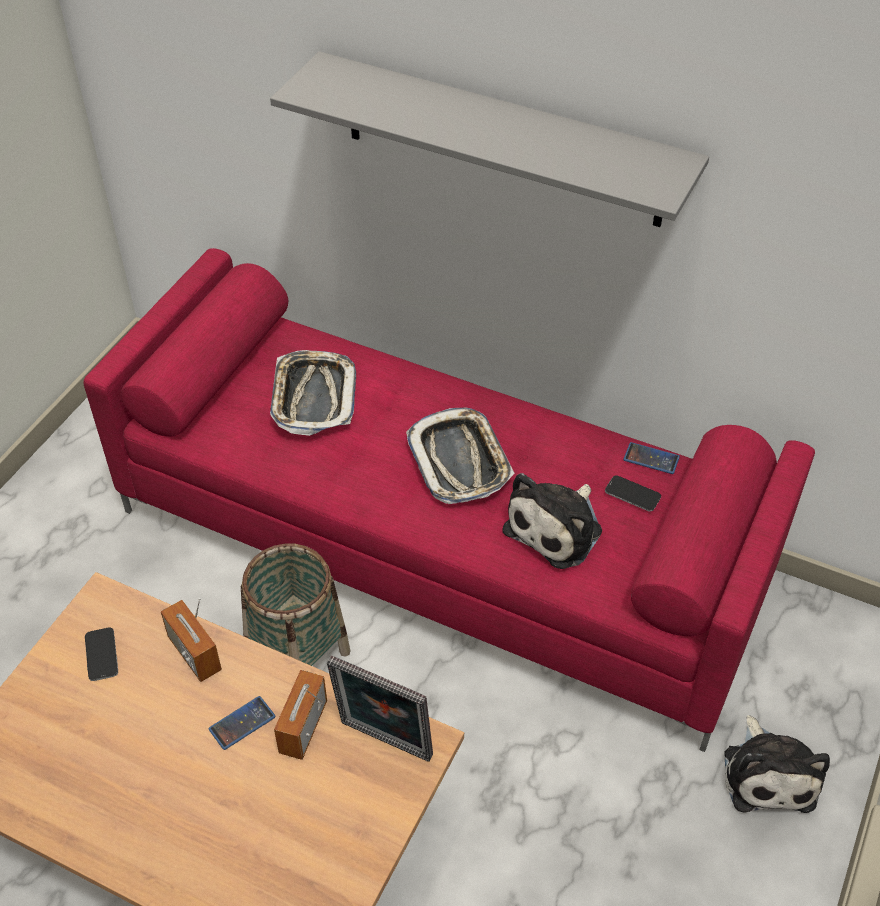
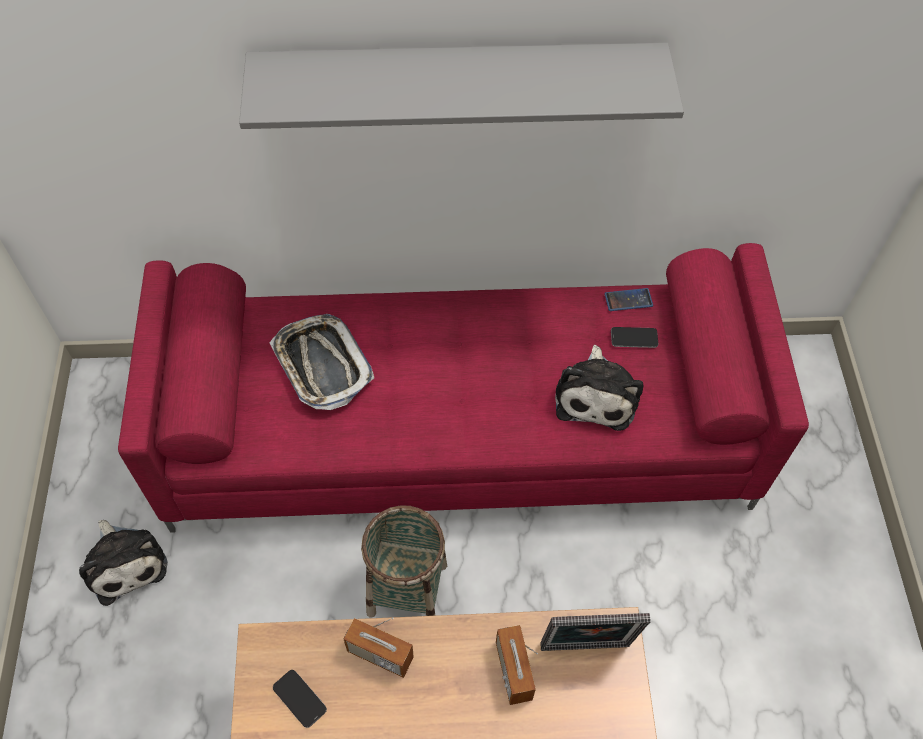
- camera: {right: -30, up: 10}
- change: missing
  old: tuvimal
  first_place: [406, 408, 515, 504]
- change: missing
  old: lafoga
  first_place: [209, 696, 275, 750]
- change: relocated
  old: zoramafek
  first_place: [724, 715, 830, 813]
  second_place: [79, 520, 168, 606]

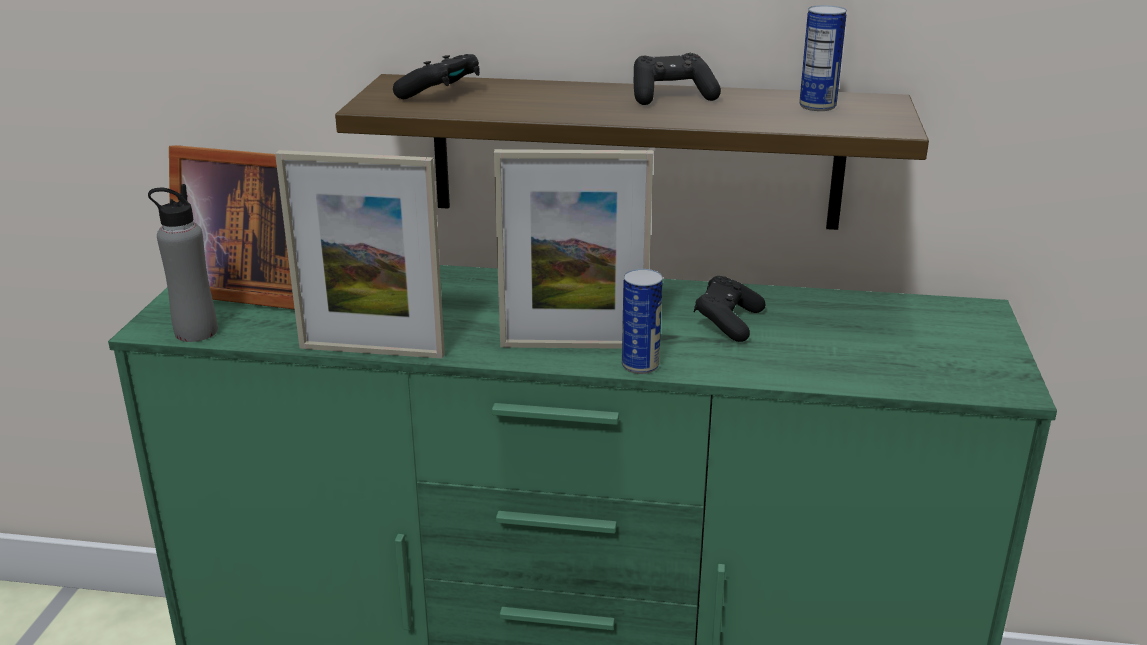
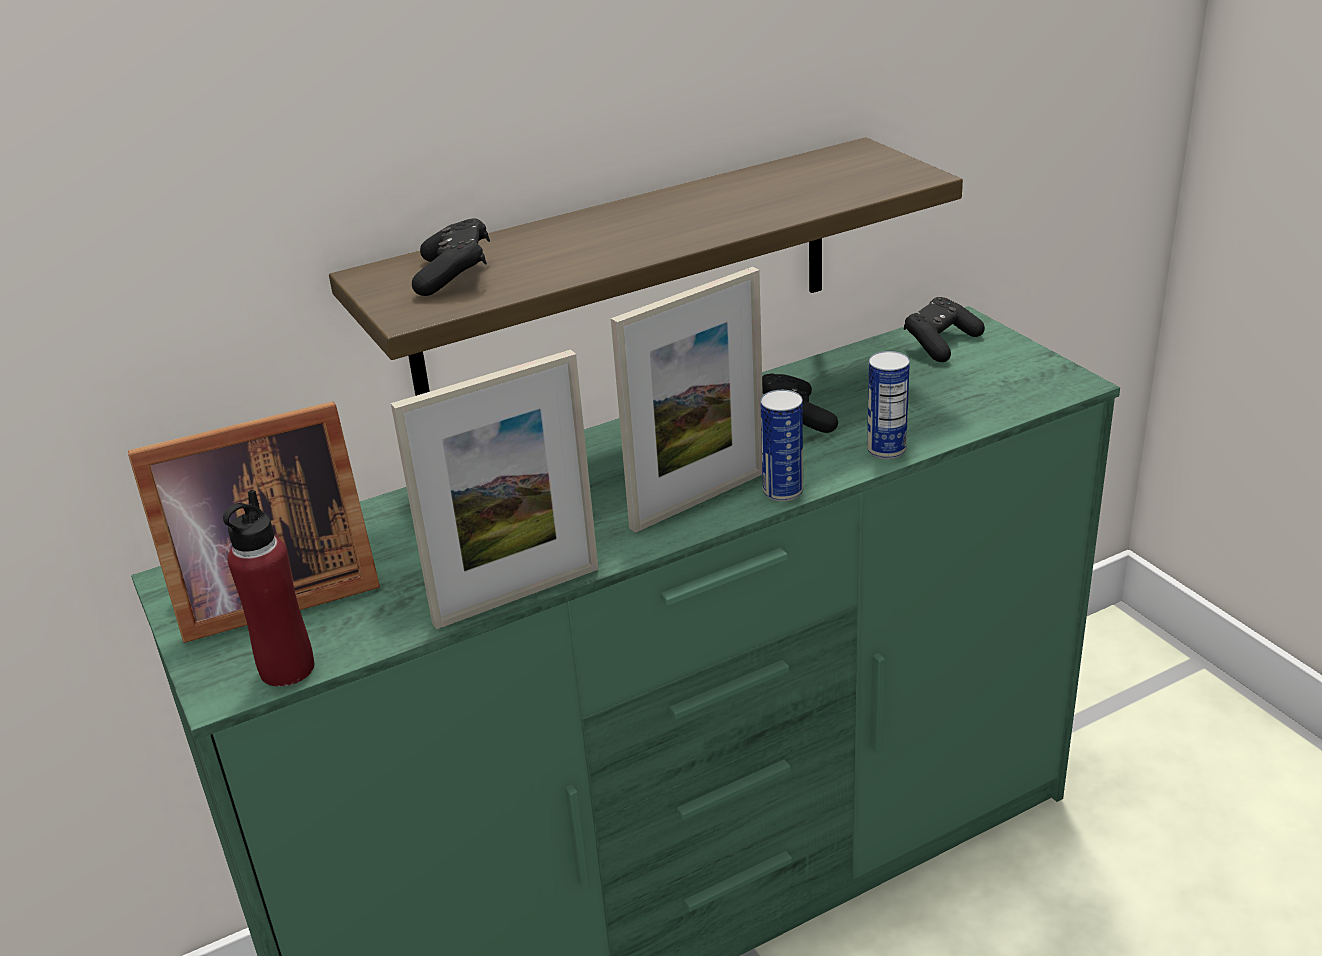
- camera: {right: -35, up: 5}
- change: relocated
  old: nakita
  first_place: [799, 5, 847, 111]
  second_place: [867, 351, 910, 459]
- change: relocated
  old: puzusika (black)
  first_place: [634, 53, 721, 105]
  second_place: [904, 297, 985, 362]
- change: colour
  old: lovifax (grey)
  new: lovifax (red)
  first_place: [148, 184, 218, 342]
  second_place: [223, 490, 314, 687]

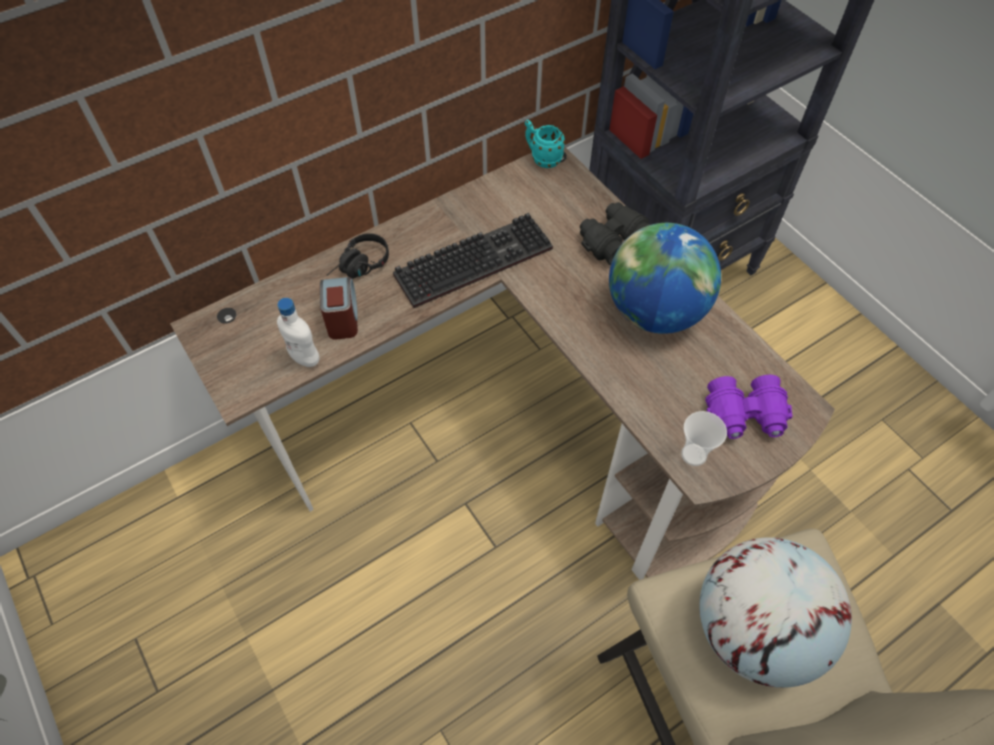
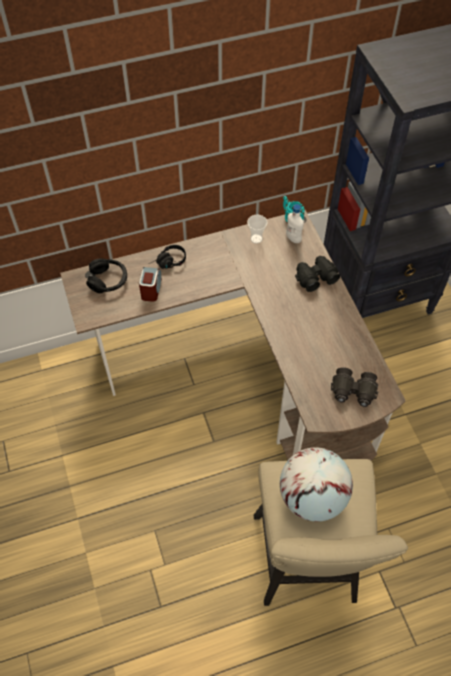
- camera: {right: 15, up: 0}
- change: missing
  old: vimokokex
  first_place: [393, 213, 553, 308]
- change: missing
  old: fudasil
  first_place: [609, 223, 721, 334]
- change: relocated
  old: lovifax (white)
  first_place: [277, 298, 319, 367]
  second_place: [286, 204, 304, 243]
- change: colour
  old: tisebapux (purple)
  new: tisebapux (black)
  first_place: [705, 375, 793, 439]
  second_place: [331, 367, 378, 407]
- change: relocated
  old: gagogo
  first_place: [681, 411, 727, 466]
  second_place: [247, 215, 268, 244]
- change: appeared
  new: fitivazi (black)
  second_place: [86, 258, 127, 293]

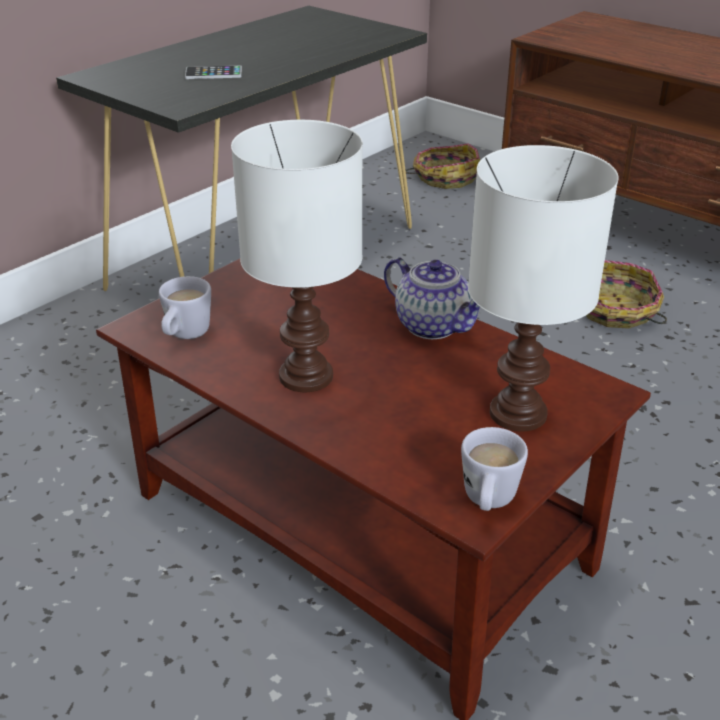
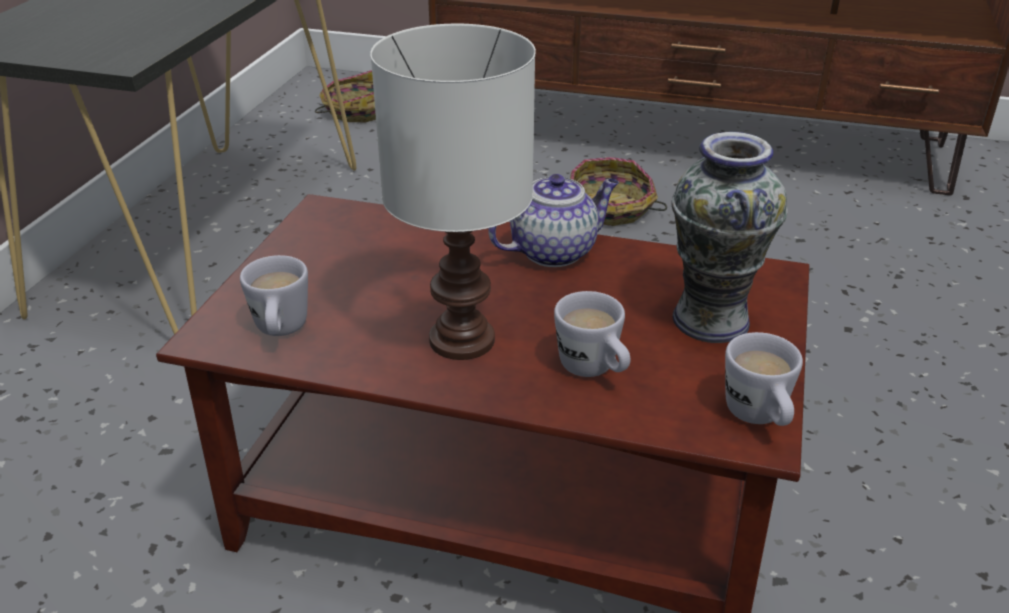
- camera: {right: -25, up: 0}
- change: missing
  old: lafoga
  first_place: [185, 65, 242, 79]
- change: exchanged
  old: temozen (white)
  new: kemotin
  first_place: [468, 145, 619, 431]
  second_place: [671, 132, 788, 343]
- change: spun
  old: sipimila
  first_place: [384, 257, 480, 339]
  second_place: [489, 174, 619, 267]
  degrees: -45
- change: appeared
  new: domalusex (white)
  second_place: [554, 291, 630, 377]

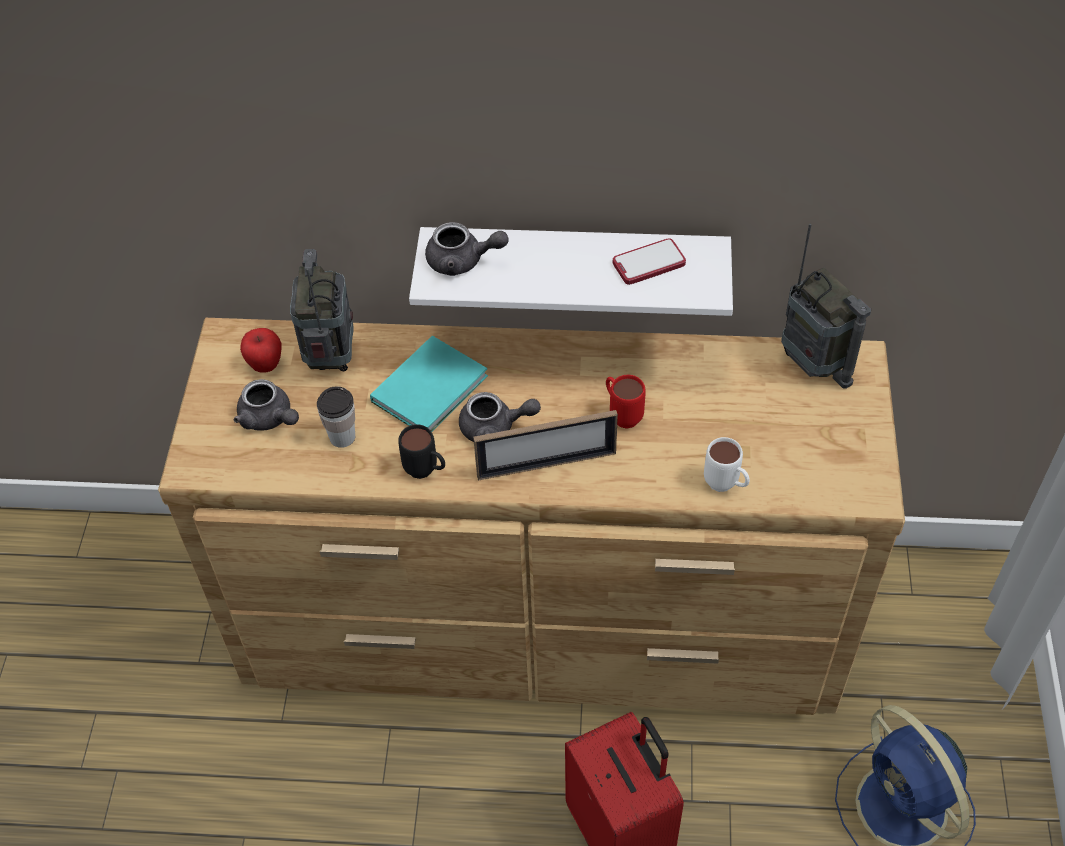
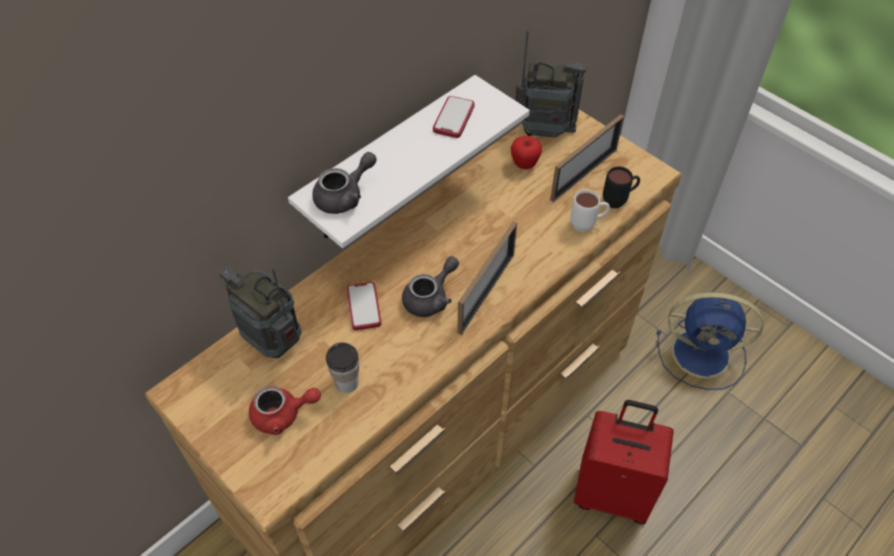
- camera: {right: -50, up: 0}
- change: relocated
  old: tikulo
  first_place: [240, 328, 282, 373]
  second_place: [511, 136, 542, 169]
- change: exchanged
  old: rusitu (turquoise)
  new: lafoga
  first_place: [370, 336, 488, 432]
  second_place: [347, 282, 381, 330]
- change: missing
  old: domalusex (red)
  first_place: [606, 375, 646, 429]
- change: colour
  old: sipimila (grey)
  new: sipimila (red)
  first_place: [234, 379, 299, 431]
  second_place: [249, 386, 321, 435]
- change: relocated
  old: domalusex (black)
  first_place: [398, 424, 445, 479]
  second_place: [603, 166, 640, 208]
- change: appeared
  new: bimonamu
  second_place: [550, 114, 624, 202]

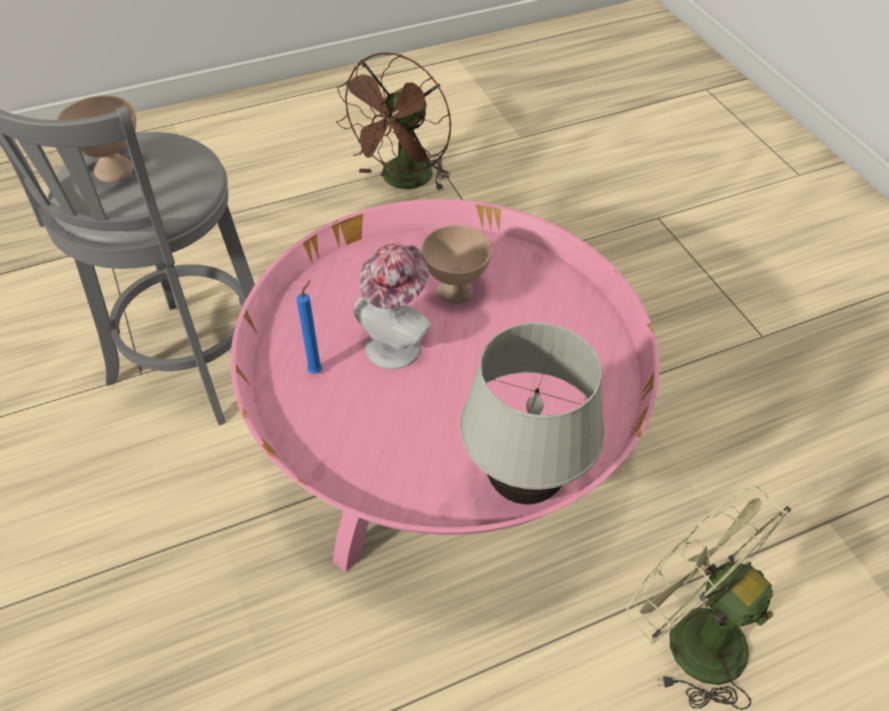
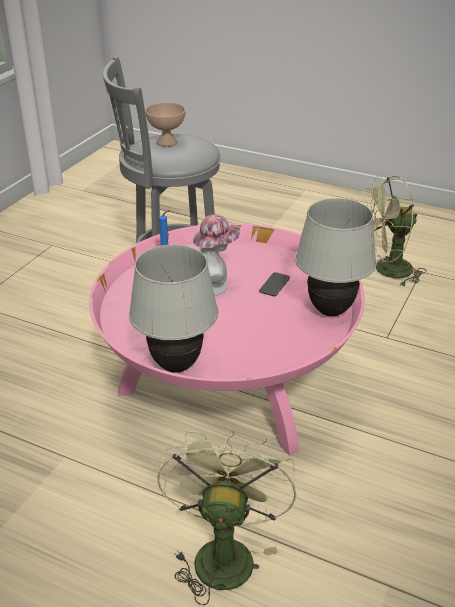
- camera: {right: 50, up: -15}
- change: colour
  old: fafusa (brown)
  new: fafusa (green)
  first_place: [336, 52, 451, 191]
  second_place: [364, 176, 426, 286]
- change: exchanged
  old: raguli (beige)
  new: lafoga
  first_place: [421, 225, 492, 304]
  second_place: [259, 272, 290, 296]
- change: appeared
  new: temozen (white)
  second_place: [295, 198, 377, 316]

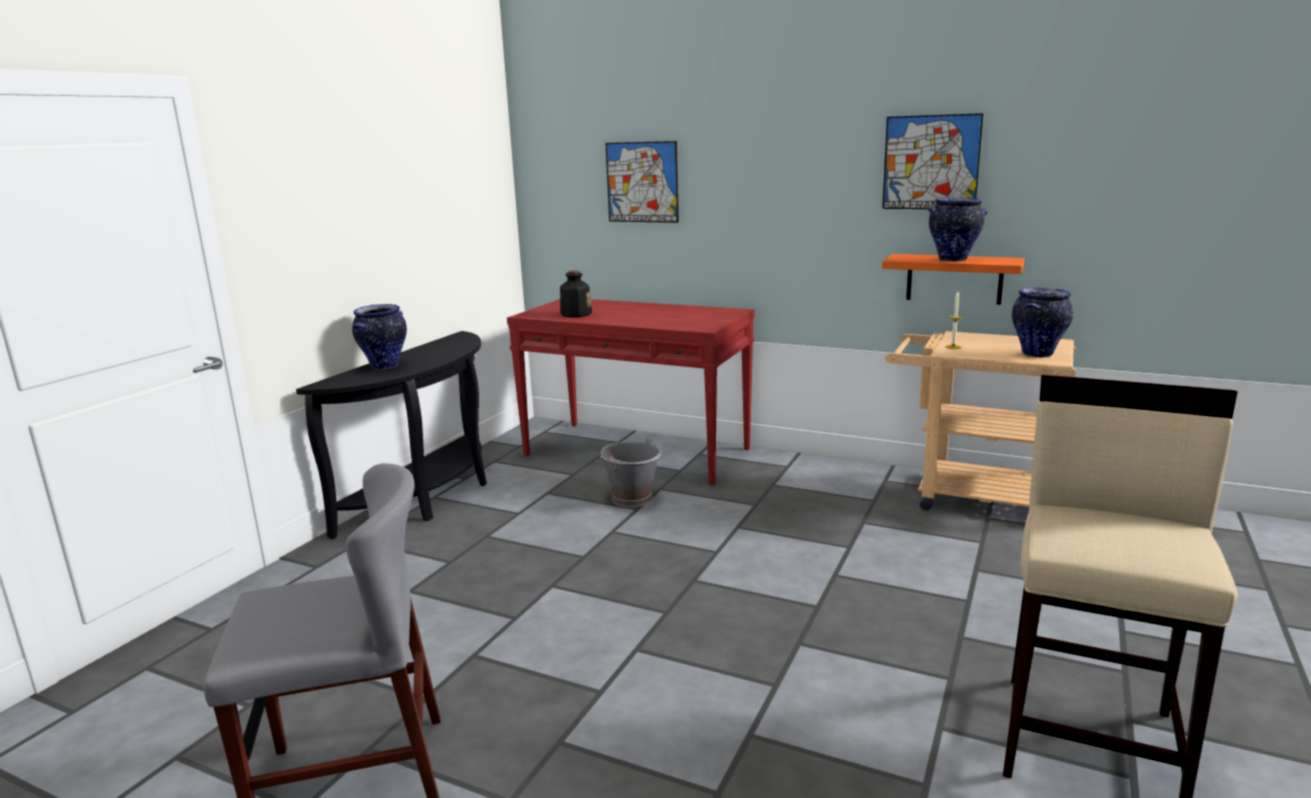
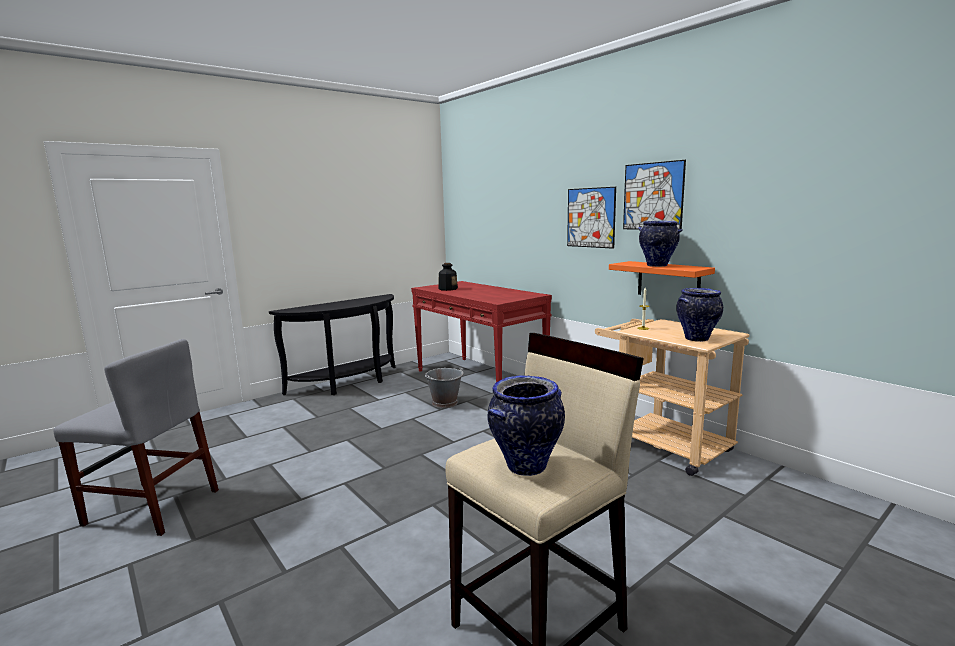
- camera: {right: 25, up: -5}
- change: relocated
  old: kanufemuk
  first_place: [605, 141, 679, 223]
  second_place: [567, 187, 616, 249]
- change: relocated
  old: kemotin
  first_place: [352, 304, 407, 369]
  second_place: [488, 375, 565, 476]

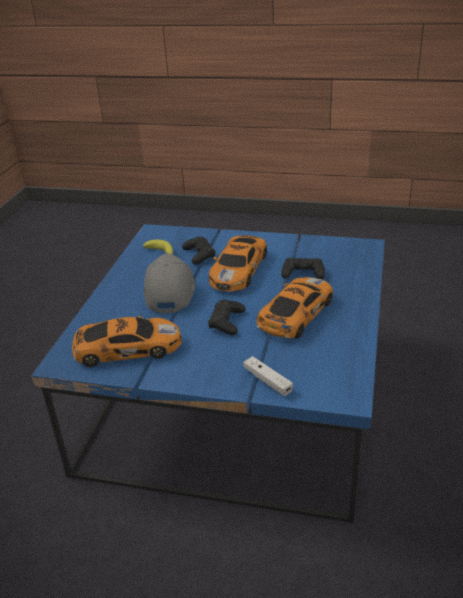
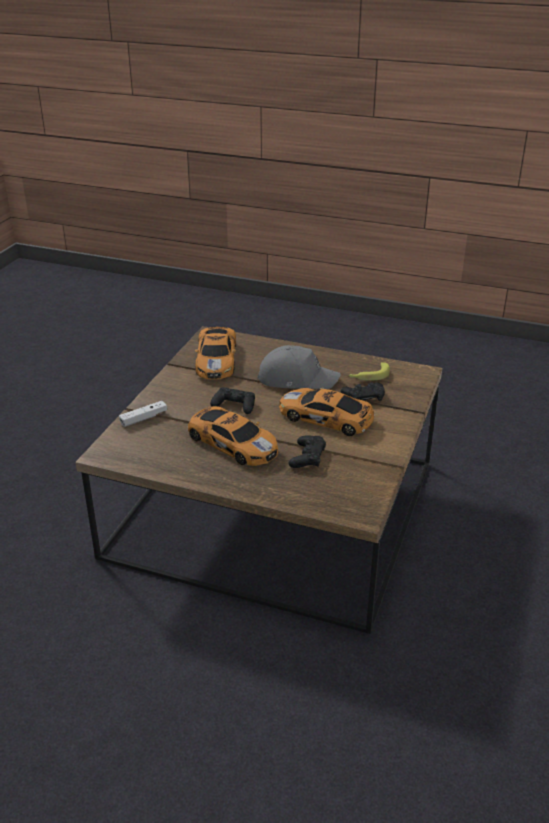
- camera: {right: 95, up: 0}
- change: colour
  old: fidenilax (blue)
  new: fidenilax (brown)
  first_place: [31, 224, 385, 523]
  second_place: [75, 326, 442, 634]

